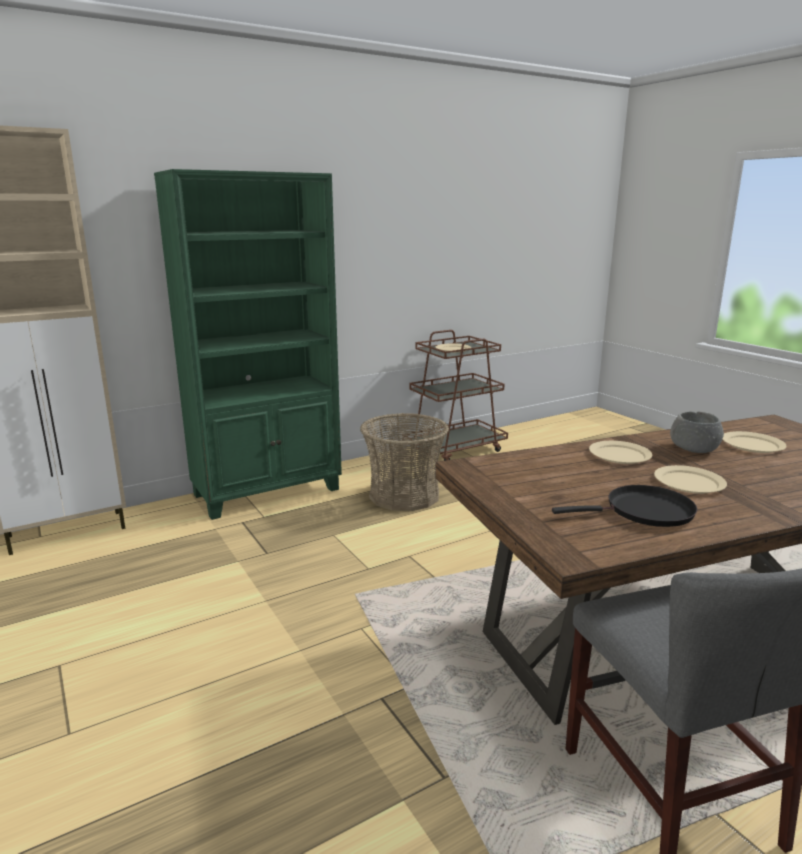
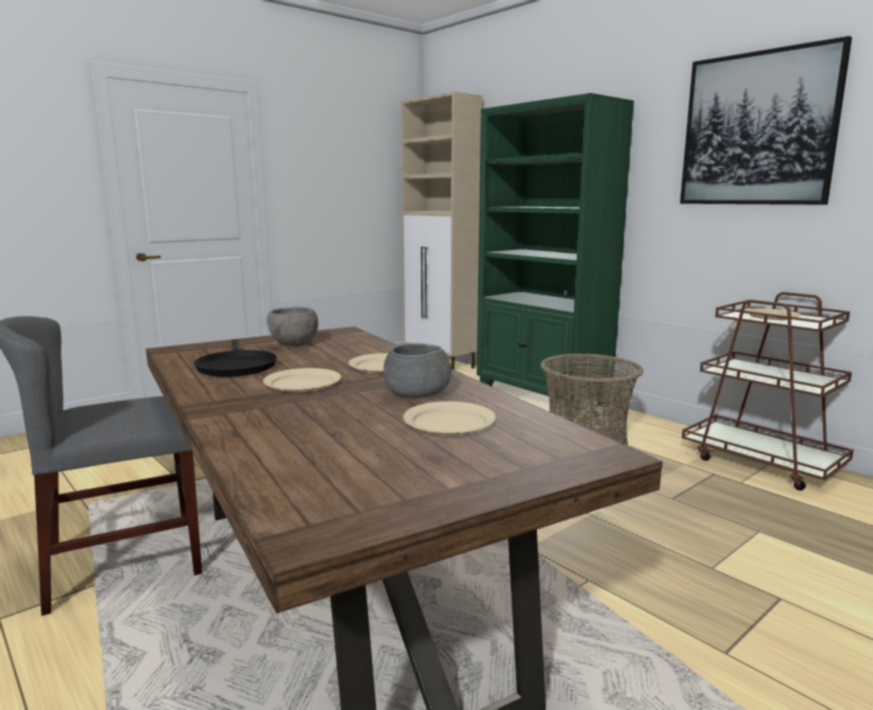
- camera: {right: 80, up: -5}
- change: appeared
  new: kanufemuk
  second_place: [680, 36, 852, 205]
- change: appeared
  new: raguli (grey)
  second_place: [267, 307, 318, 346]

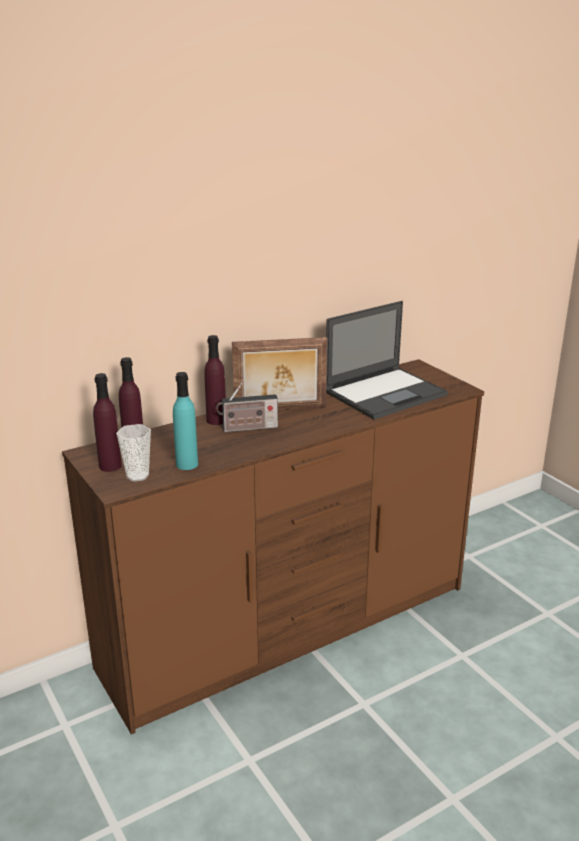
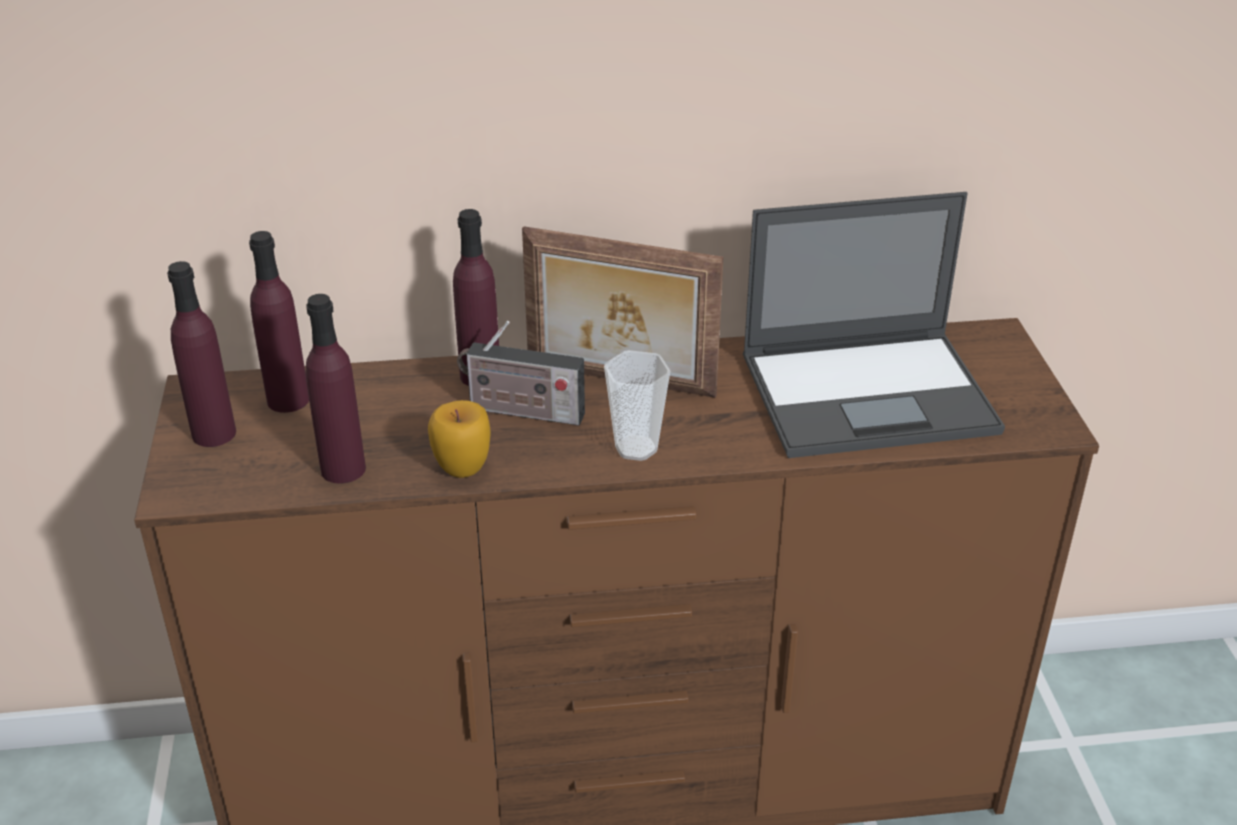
- camera: {right: 25, up: 10}
- change: colour
  old: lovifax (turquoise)
  new: lovifax (purple)
  first_place: [173, 372, 198, 470]
  second_place: [306, 294, 366, 484]
- change: relocated
  old: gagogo
  first_place: [116, 424, 151, 482]
  second_place: [604, 350, 671, 461]
- change: appeared
  new: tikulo
  second_place: [428, 400, 491, 478]

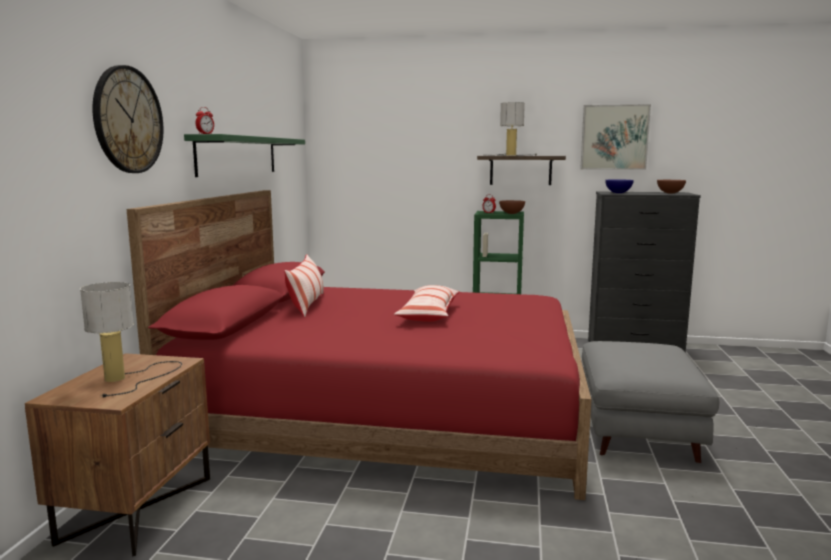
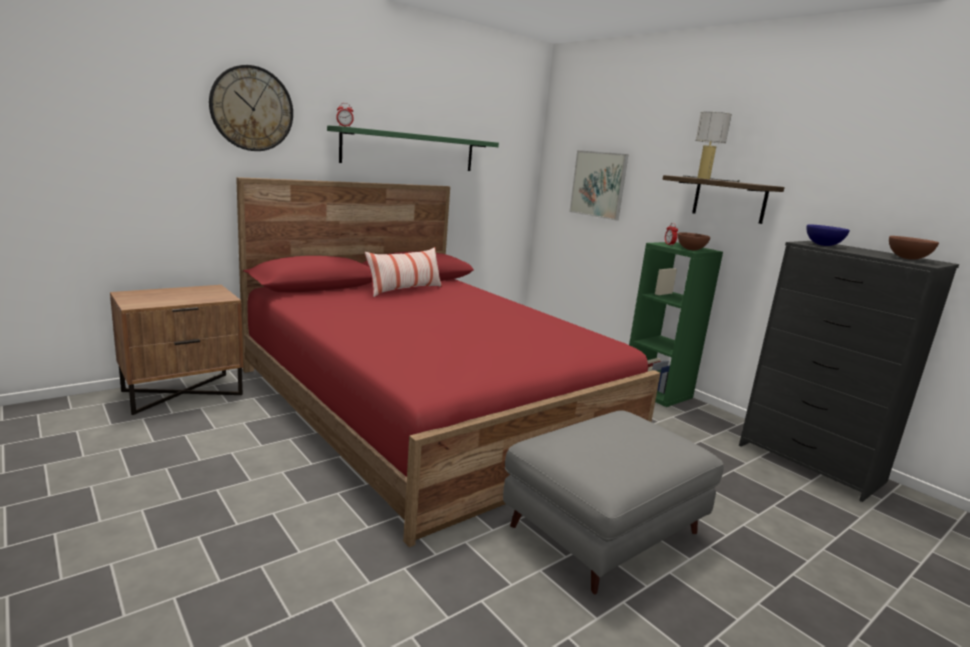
- camera: {right: 40, up: 5}
- change: relocated
  old: kanufemuk
  first_place: [580, 104, 651, 170]
  second_place: [569, 150, 629, 221]
- change: missing
  old: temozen
  first_place: [80, 282, 182, 397]
- change: missing
  old: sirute
  first_place: [394, 285, 460, 322]

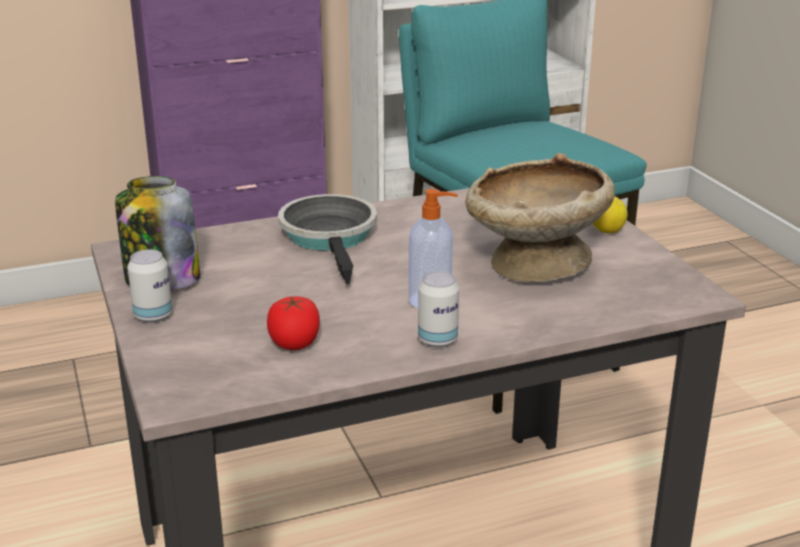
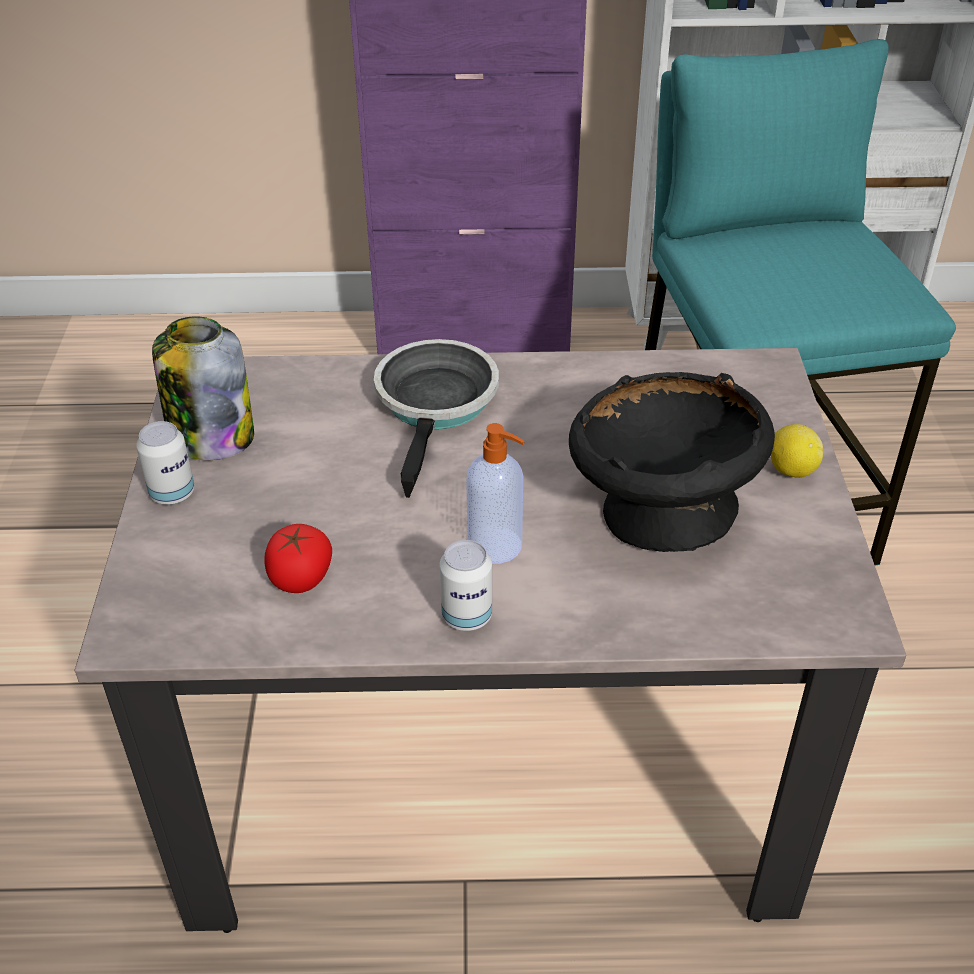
- camera: {right: 20, up: 15}
- change: colour
  old: raguli (beige)
  new: raguli (black)
  first_place: [466, 153, 615, 282]
  second_place: [569, 372, 775, 552]

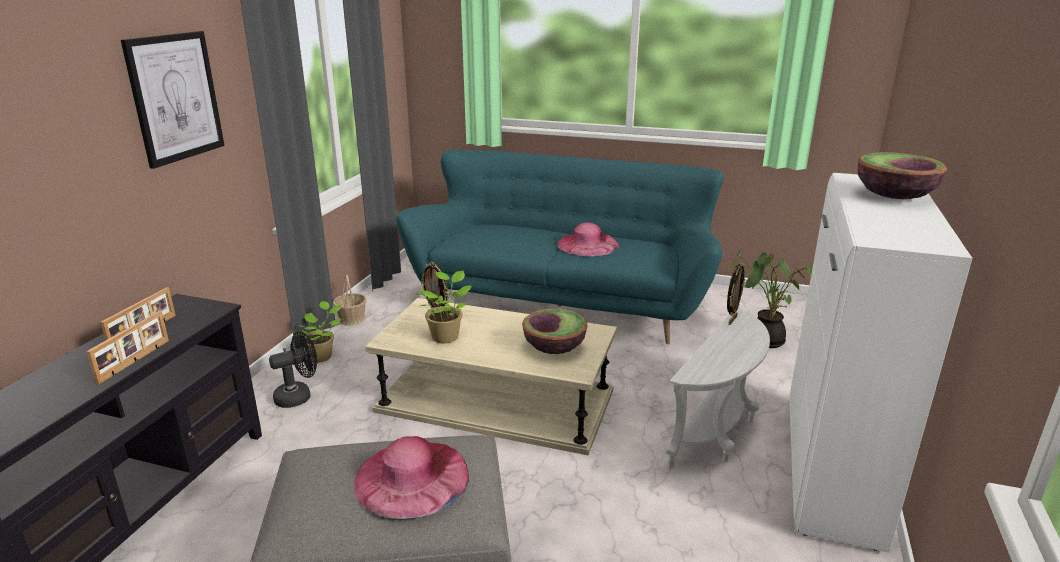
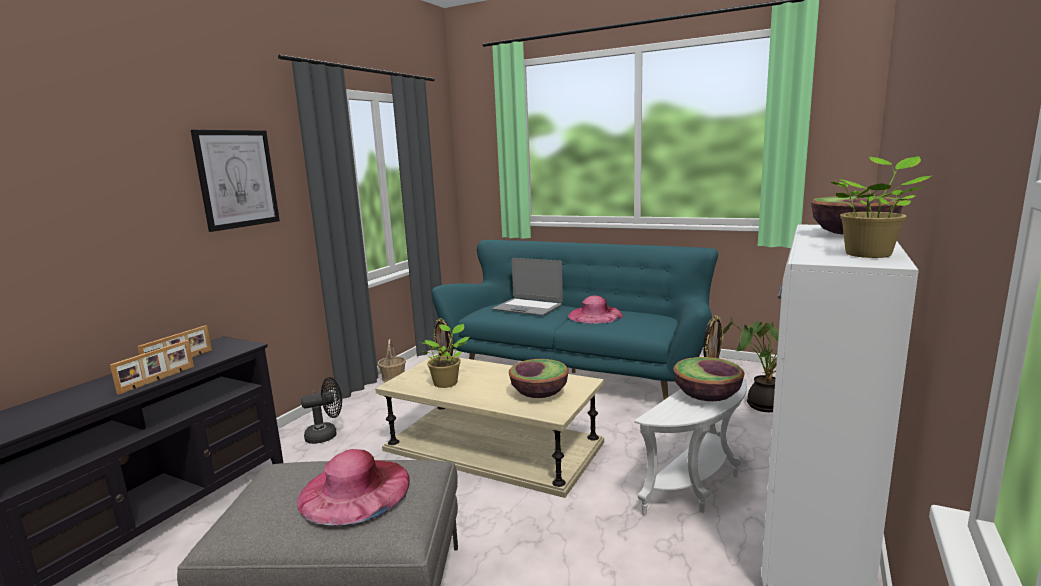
- camera: {right: 10, up: -10}
- change: relocated
  old: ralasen
  first_place: [297, 301, 342, 363]
  second_place: [830, 156, 931, 258]
- change: appeared
  new: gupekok
  second_place: [492, 258, 563, 316]
- change: appeared
  new: raguli
  second_place: [673, 357, 745, 401]

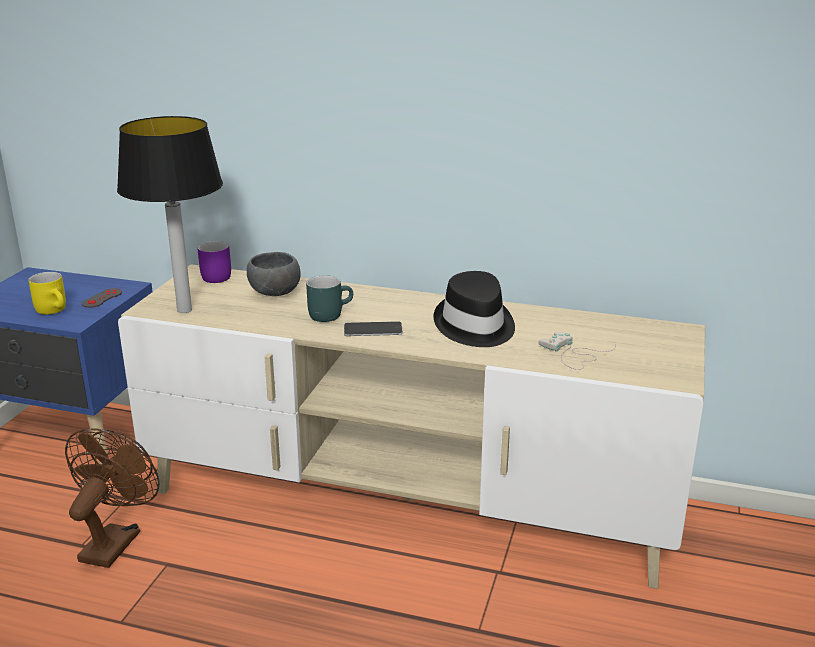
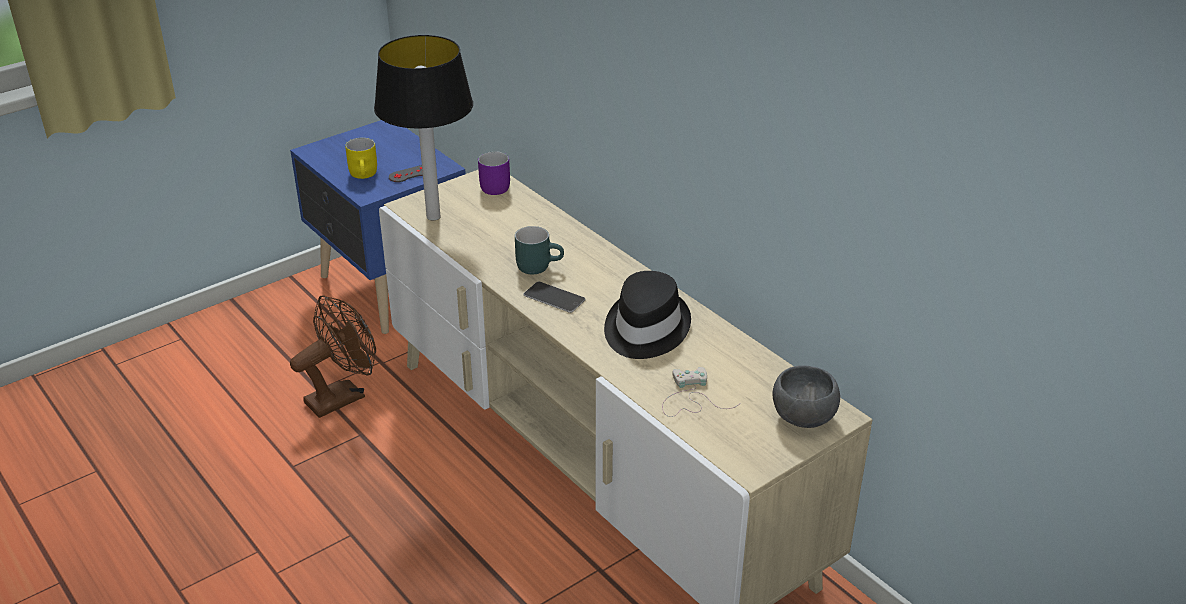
- camera: {right: 35, up: 10}
- change: relocated
  old: raguli (grey)
  first_place: [247, 252, 301, 296]
  second_place: [772, 365, 840, 428]

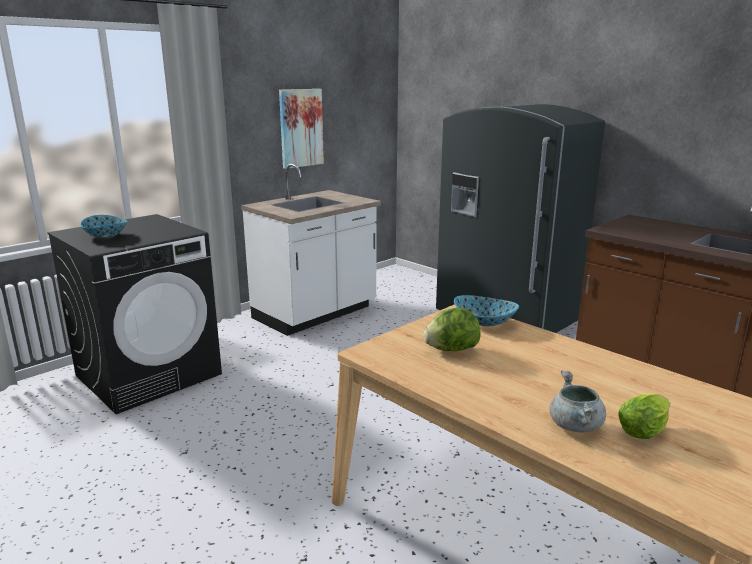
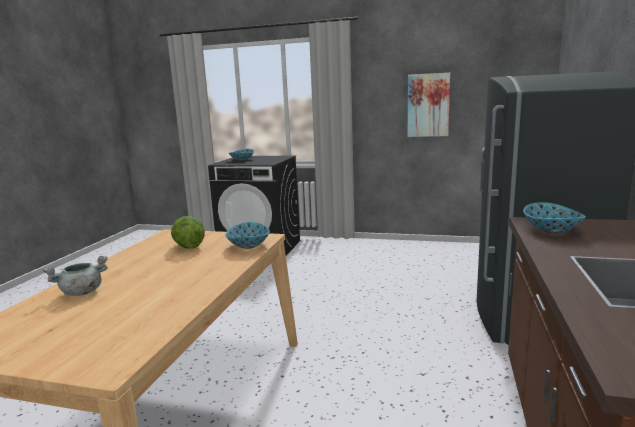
- camera: {right: 60, up: -5}
- change: missing
  old: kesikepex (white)
  first_place: [241, 164, 381, 336]
- change: missing
  old: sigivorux
  first_place: [618, 393, 670, 439]
- change: appeared
  new: raguli
  second_place: [523, 202, 586, 233]

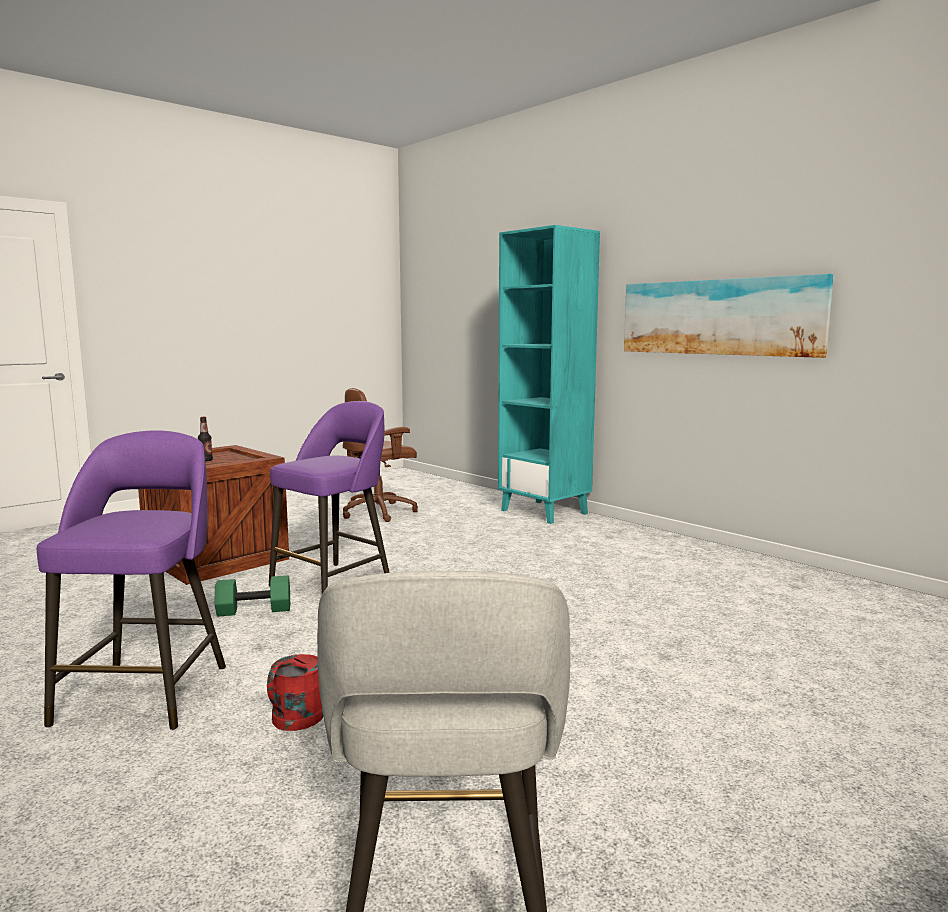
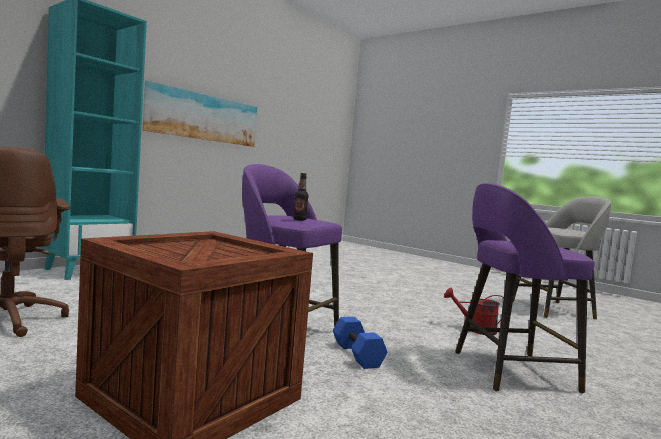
- camera: {right: -100, up: -5}
- change: relocated
  old: lovifax
  first_place: [198, 417, 213, 461]
  second_place: [293, 173, 309, 221]
- change: colour
  old: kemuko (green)
  new: kemuko (blue)
  first_place: [215, 575, 290, 617]
  second_place: [333, 317, 387, 369]

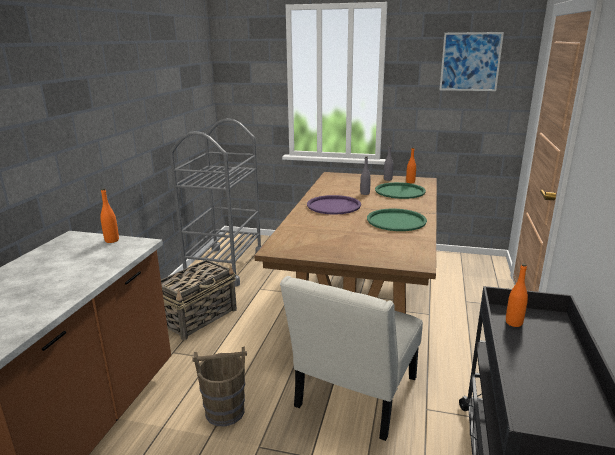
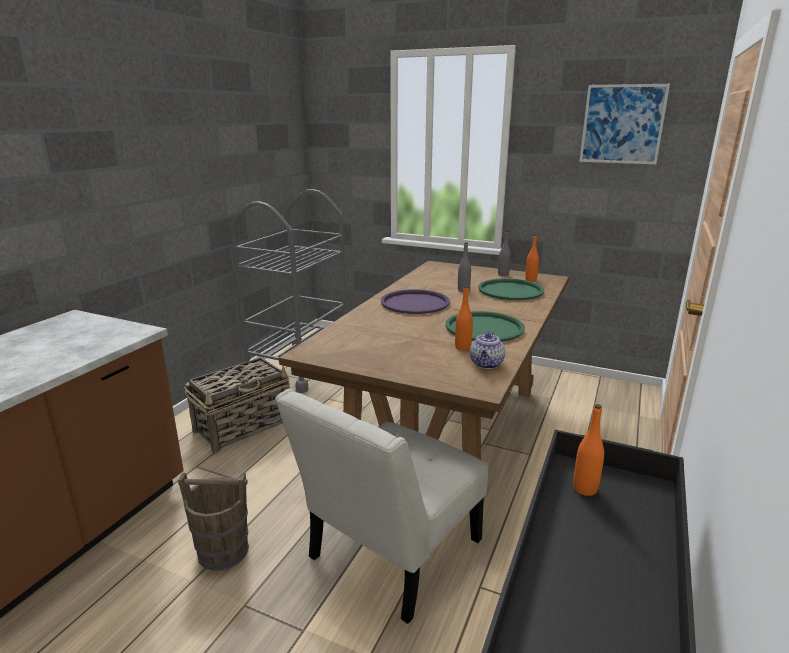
- camera: {right: 10, up: 0}
- change: relocated
  old: lovifax (orange)
  first_place: [100, 188, 119, 243]
  second_place: [455, 286, 473, 350]
- change: appeared
  new: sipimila
  second_place: [470, 331, 505, 369]

